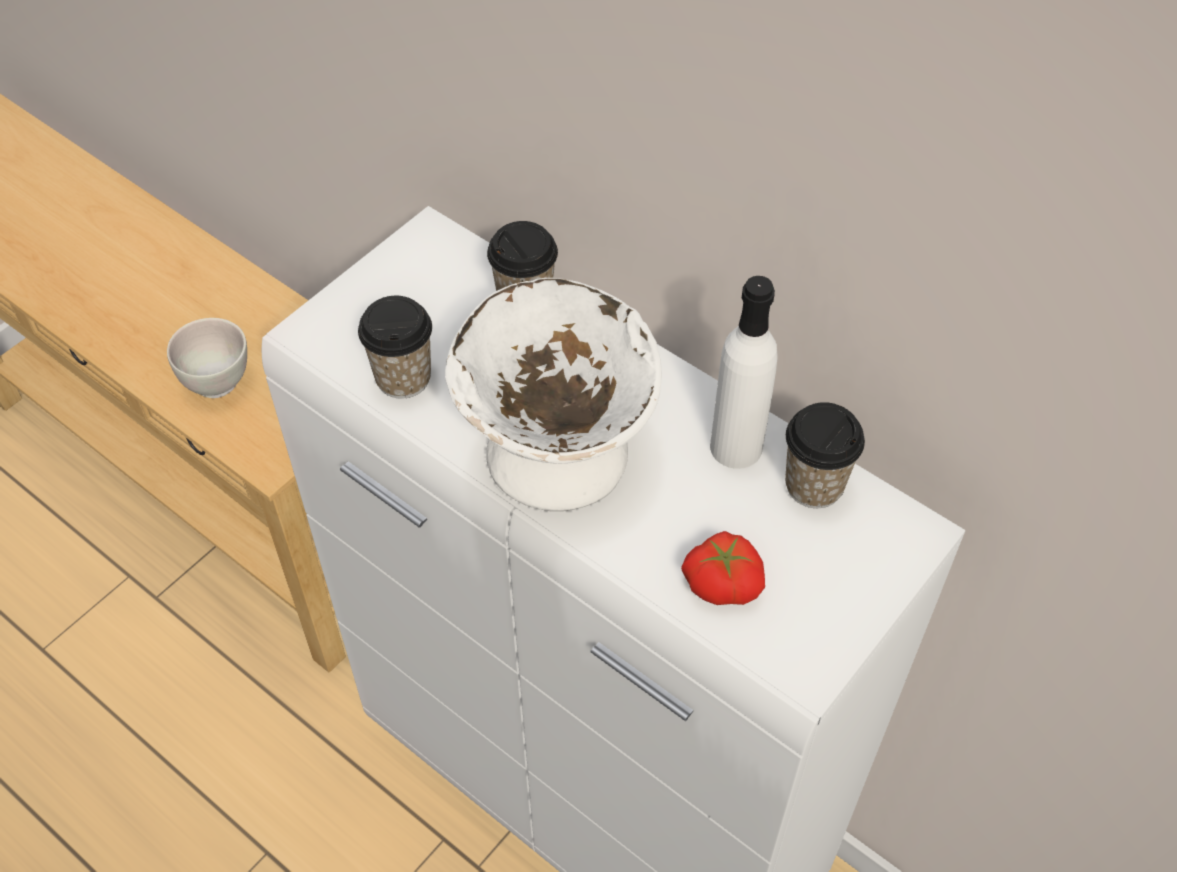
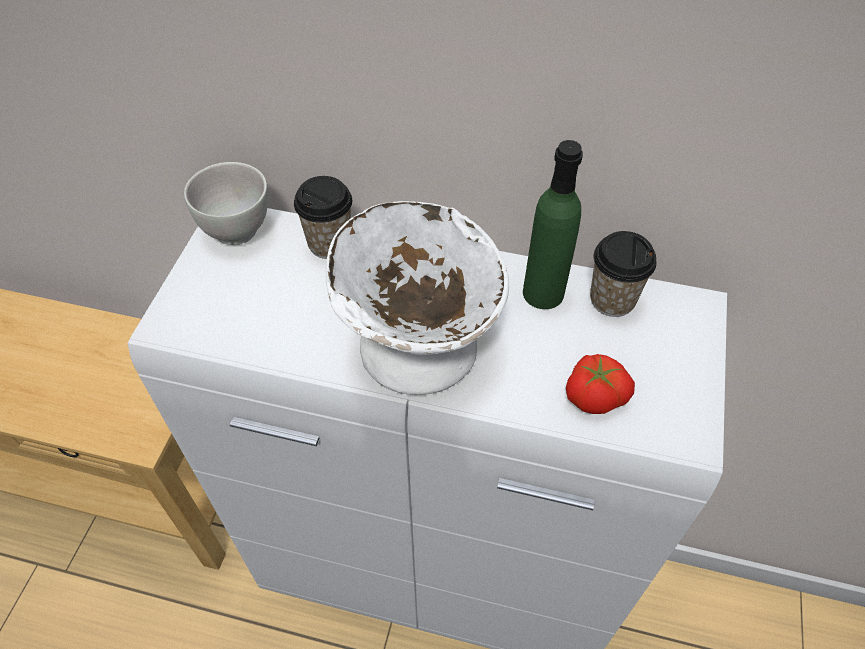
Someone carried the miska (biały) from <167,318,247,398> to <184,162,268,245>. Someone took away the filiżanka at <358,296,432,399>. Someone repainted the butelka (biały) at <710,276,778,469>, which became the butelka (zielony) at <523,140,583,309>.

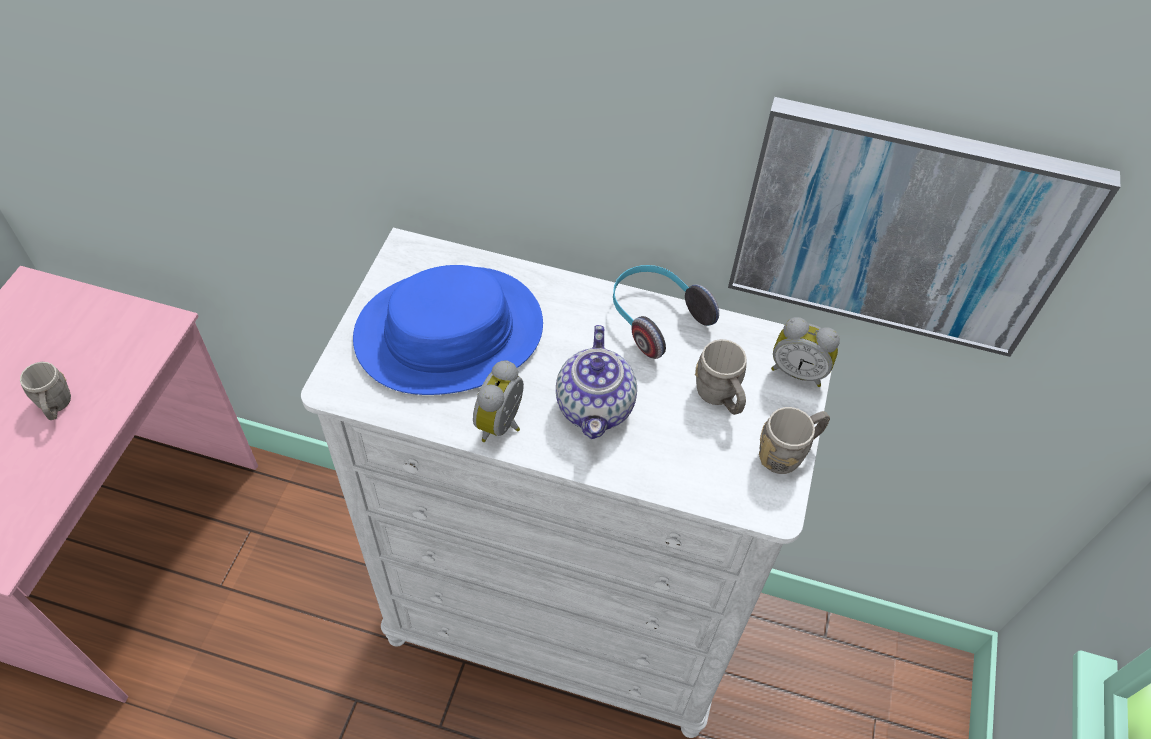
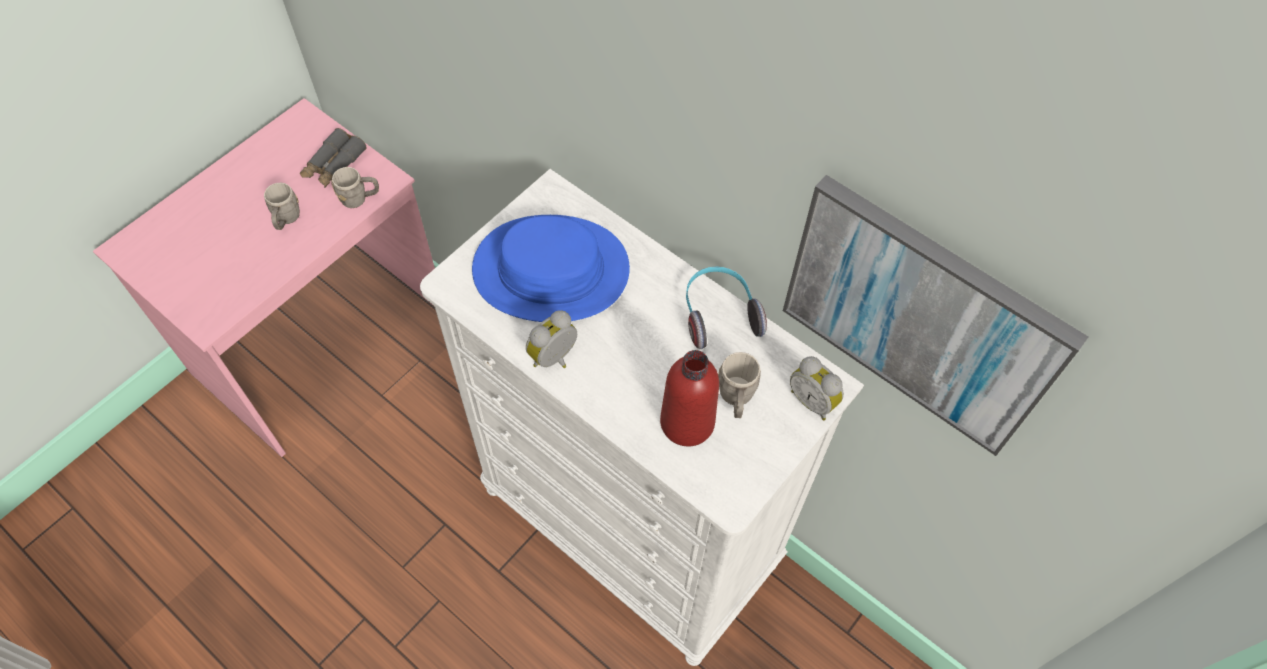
Someone took away the imbryk at <556,325,637,439>. Someone carried the kubek (szary) from <759,407,830,474> to <331,167,379,208>. Someone put down the lornetka (szary) at <300,128,366,188>. Someone put down the butelka (czerwony) at <660,350,719,446>.

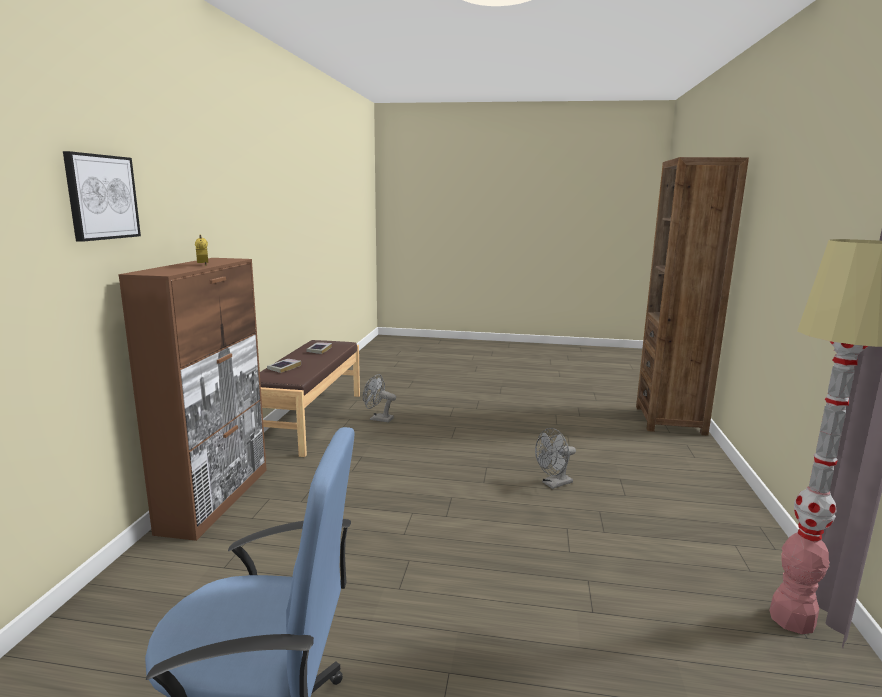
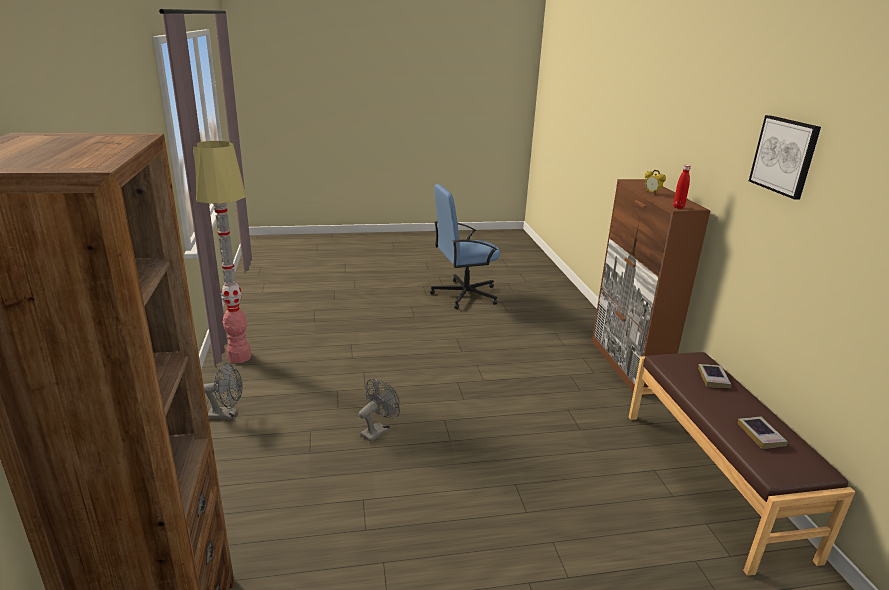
Someone carried the obraz from <63,151,141,242> to <749,115,821,200>. Someone carried the wentylator (szary) from <363,374,396,423> to <203,363,242,420>. Someone put down the butelka (czerwony) at <673,165,691,209>.

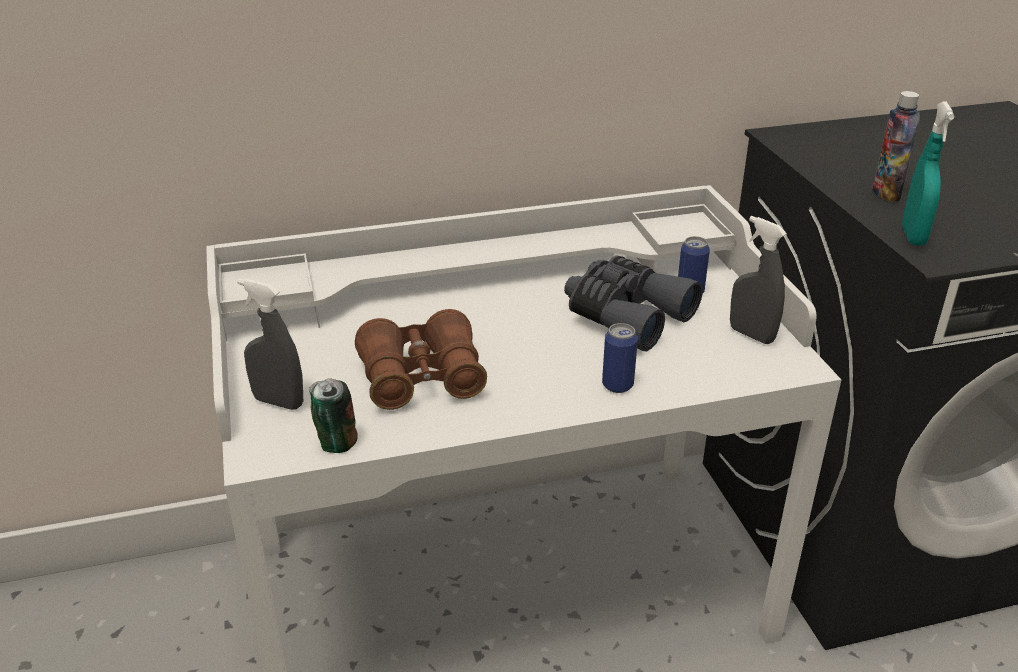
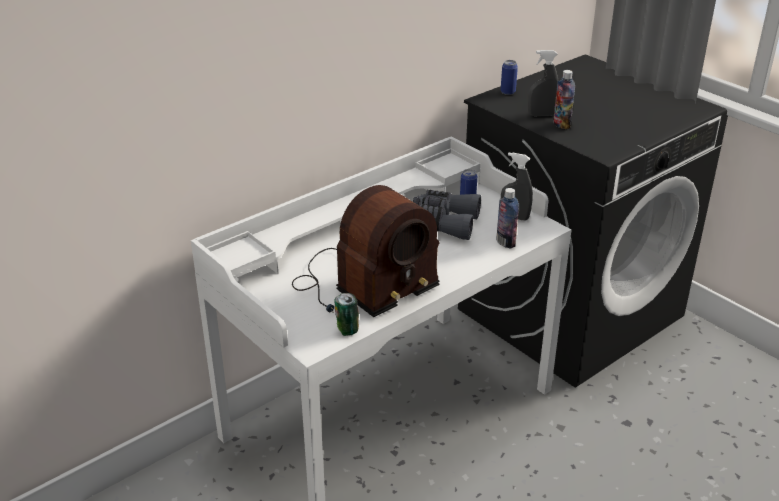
Someone carried the spryskiwacz (szary) from <237,278,303,410> to <528,50,559,116>. Someone swapped the lornetka (brązowy) at <355,309,487,410> for the radio at <292,185,440,317>. Someone carried the puszka from <602,323,638,393> to <501,60,518,95>. Someone took away the spryskiwacz (turkusowy) at <902,101,955,246>. Someone put down the butelka at <496,188,519,249>.

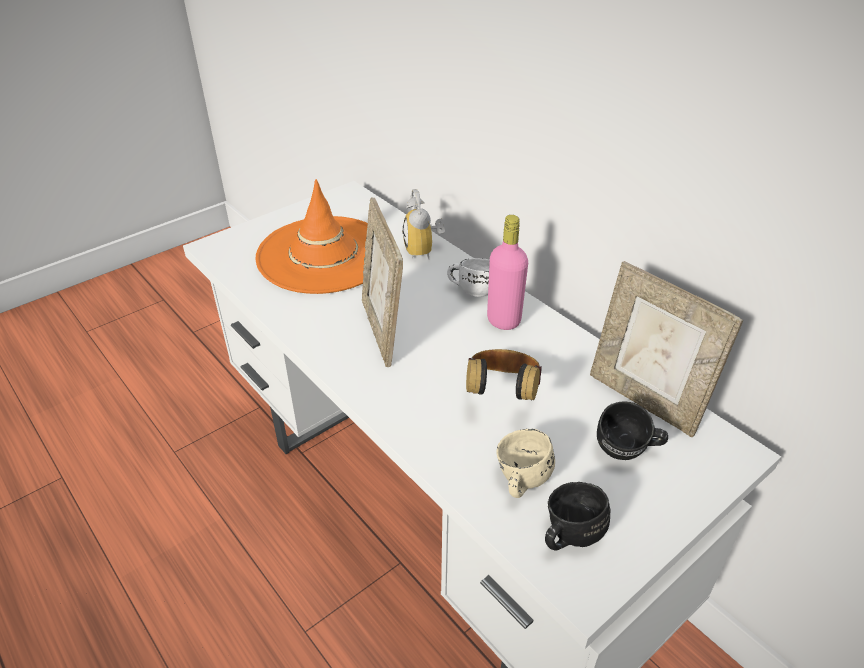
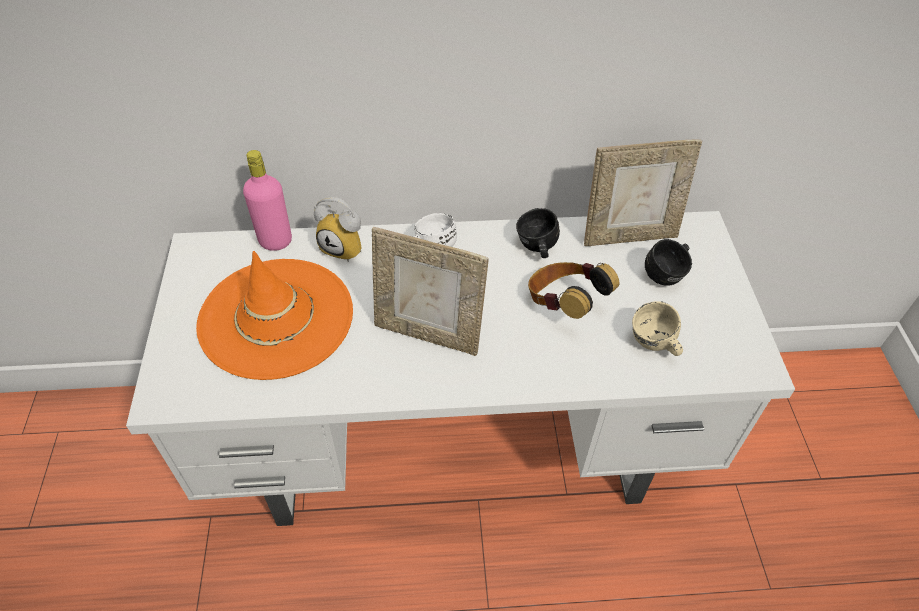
Someone carried the butelka (różowy) from <487,215,528,330> to <243,150,292,251>. Someone carried the kubek (czarny) from <545,482,610,551> to <516,208,560,258>.

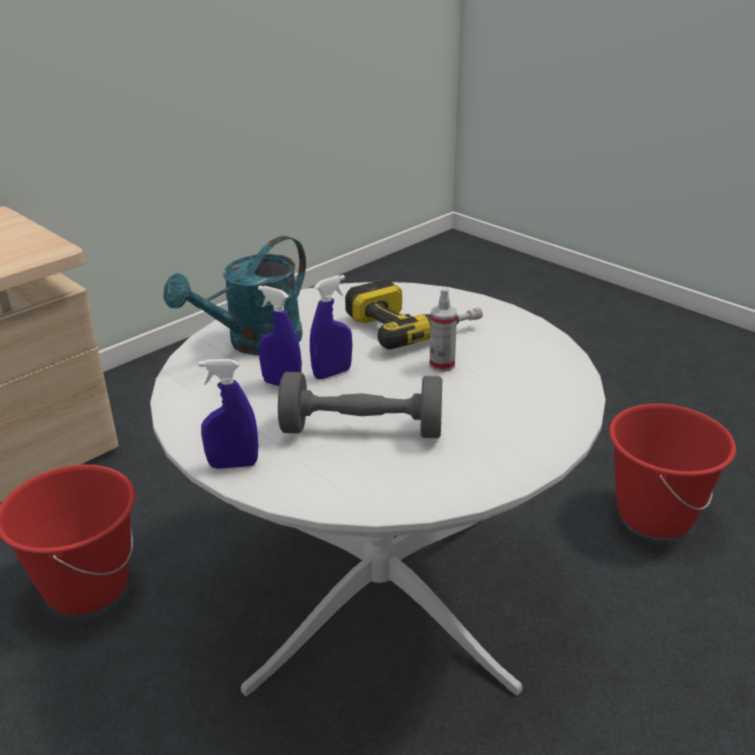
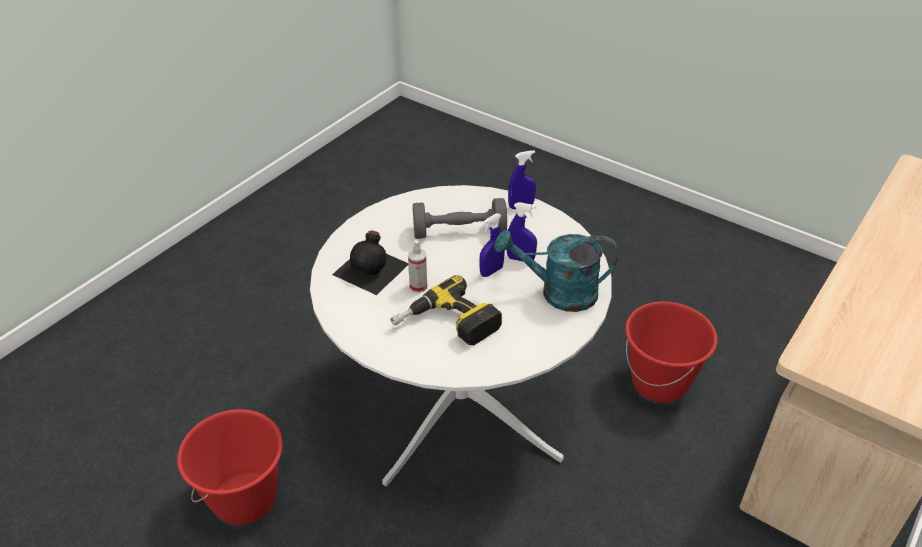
Someone rotated the konewka (turkusowy) at <164,236,306,355> by 120 degrees counterclockwise. Someone put down the butelka (czarny) at <332,230,409,295>.

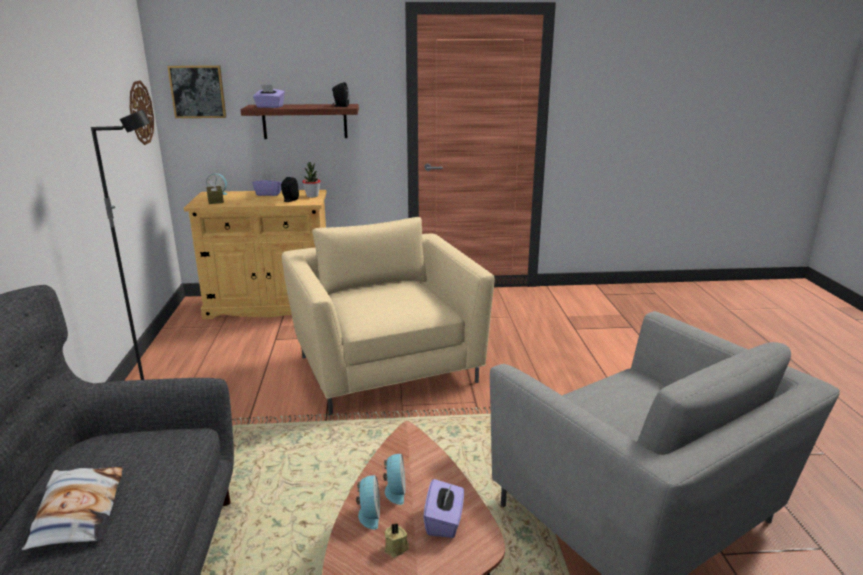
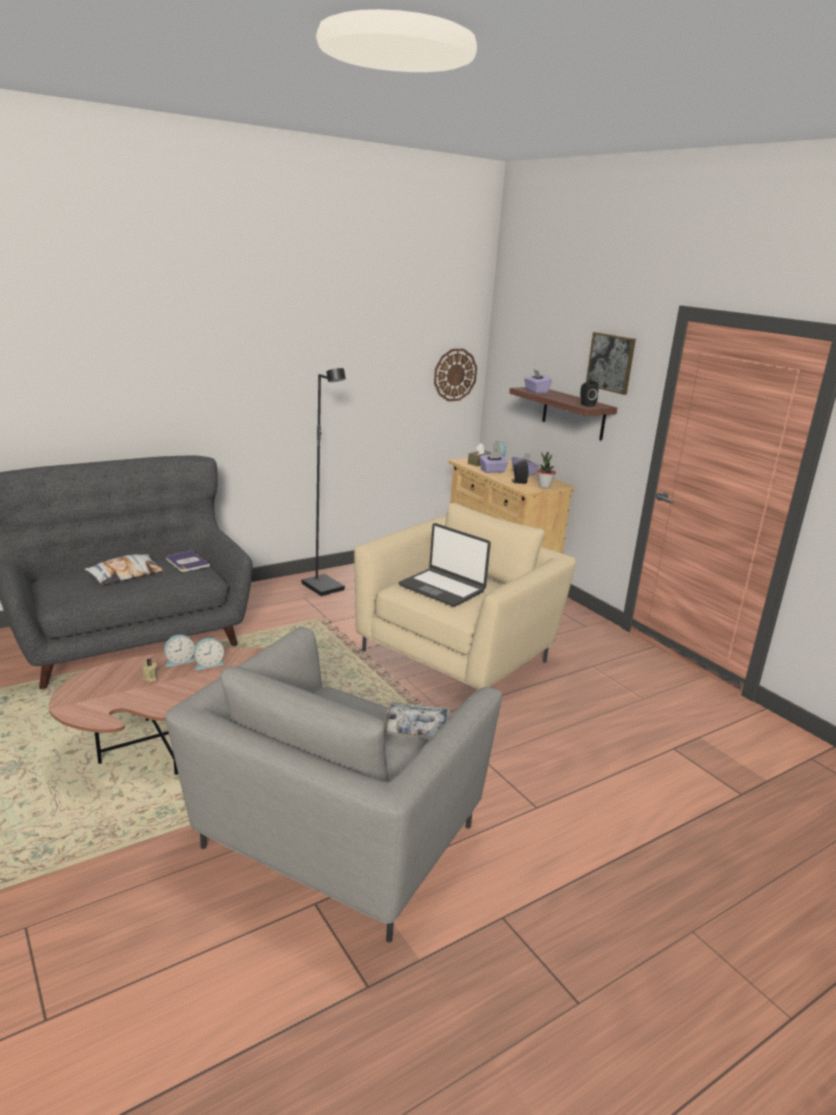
Someone carried the obraz from <167,65,226,118> to <586,332,636,395>. Someone carried the pudełko chusteczek (fioletowy) from <423,479,464,538> to <479,452,508,473>. Someone put down the książka at <166,551,210,572>. Someone put down the taca at <384,702,450,740>. Someone put down the laptop at <399,523,491,606>.

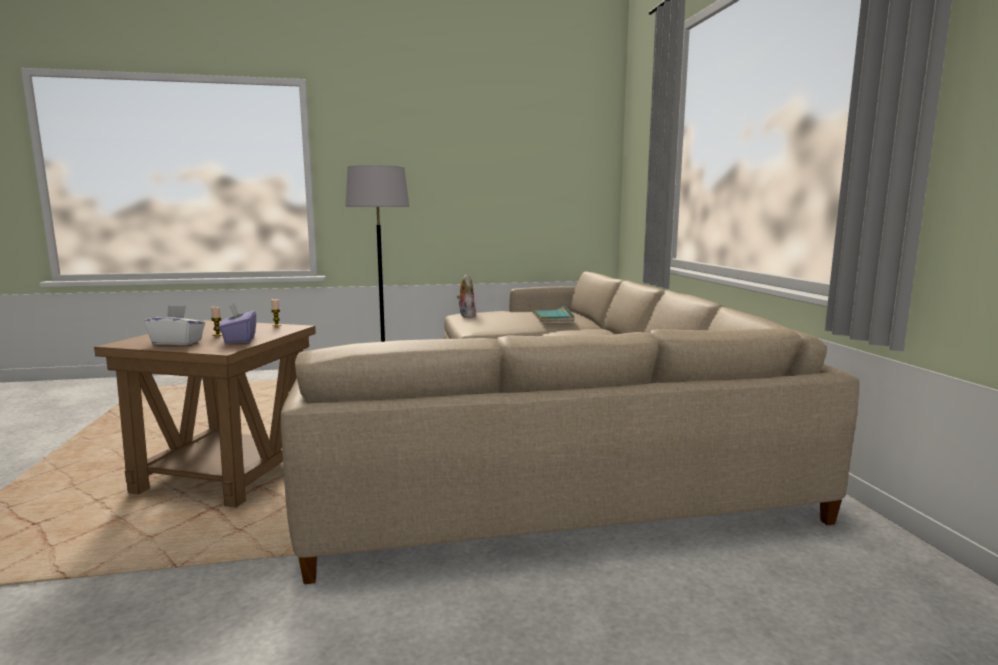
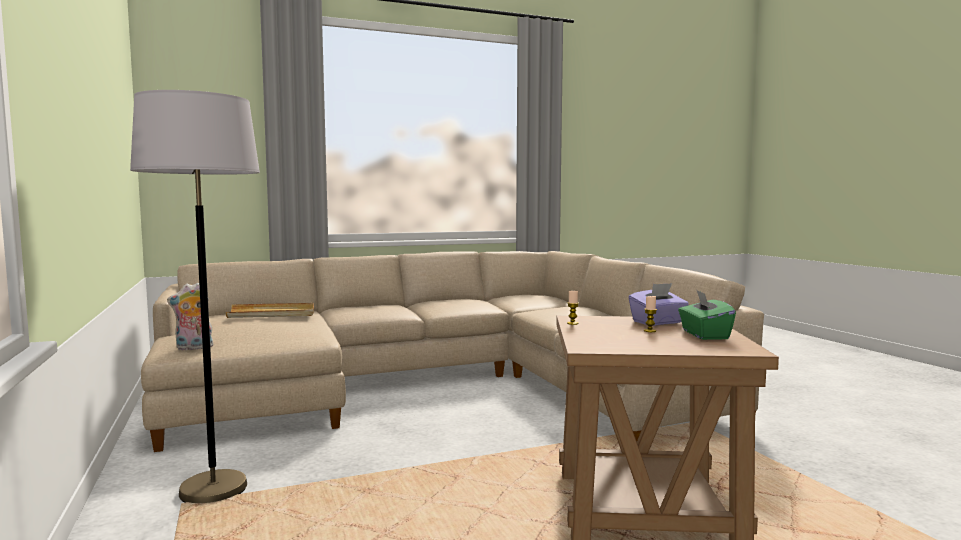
Someone repainted the pudełko chusteczek (biały) at <144,305,205,345>, which became the pudełko chusteczek (zielony) at <678,290,736,340>. Someone repainted the taca (turkusowy) at <529,305,575,322>, which became the taca (beżowy) at <226,303,314,318>.

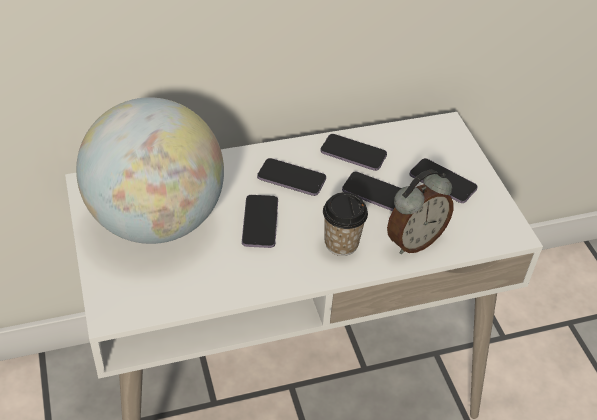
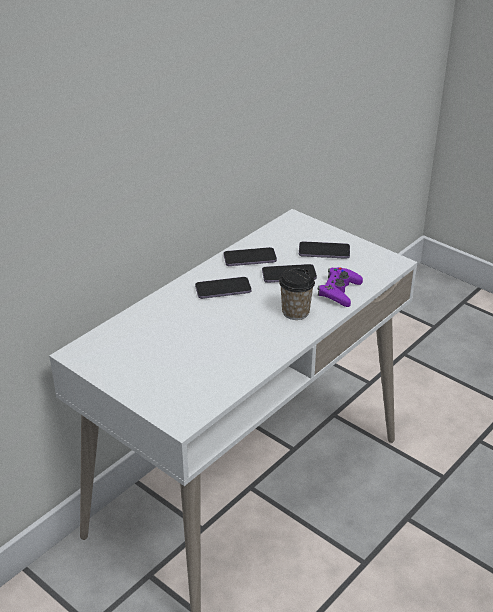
Someone took away the globus at <76,97,224,244>. Someone took away the telefon at <242,195,278,248>. Someone swapped the budzik at <387,170,453,254> for the pad do gier (fioletowy) at <318,267,363,307>.

